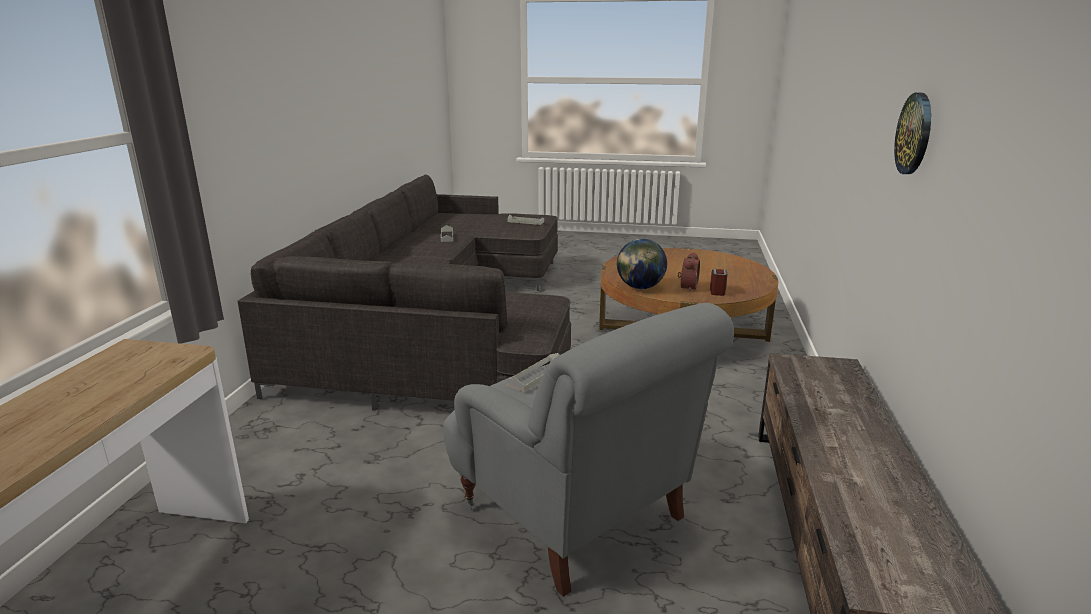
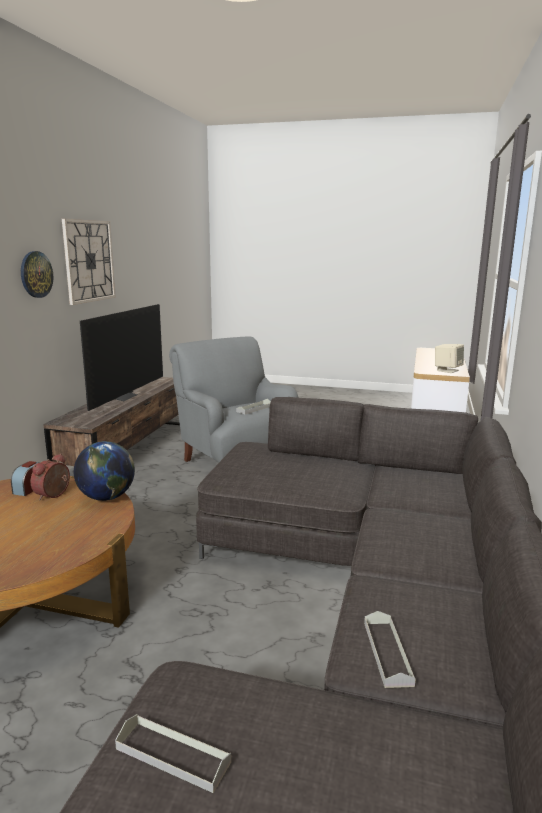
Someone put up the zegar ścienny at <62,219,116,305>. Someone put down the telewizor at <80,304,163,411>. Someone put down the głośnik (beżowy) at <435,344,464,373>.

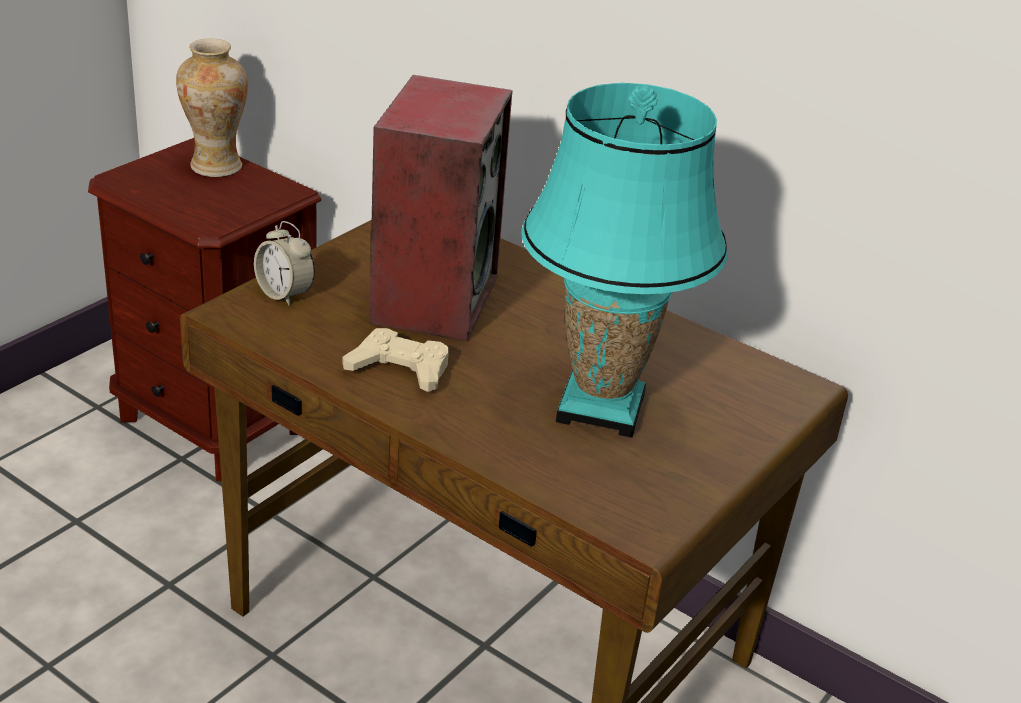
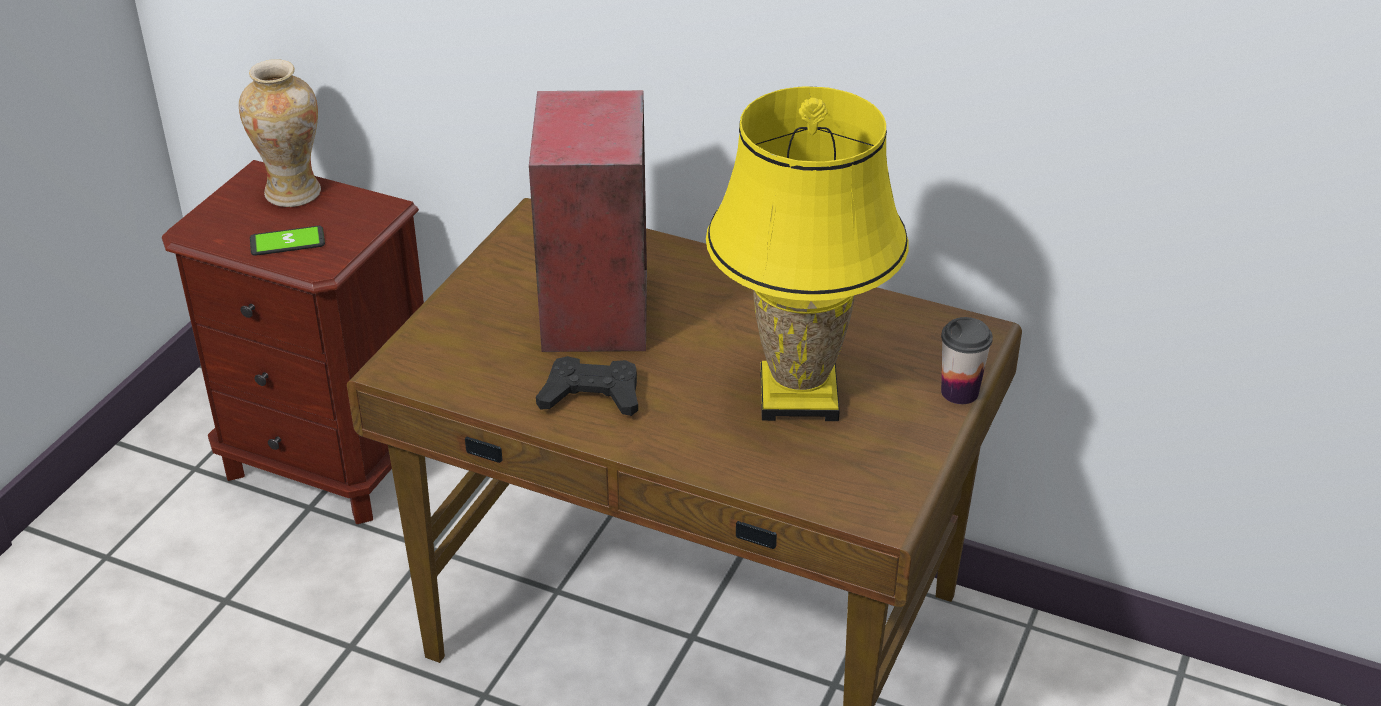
Someone took away the budzik at <254,221,315,306>. Someone repainted the pad do gier (beżowy) at <343,328,449,392>, which became the pad do gier (czarny) at <536,356,638,416>. Someone repainted the lampa stołowa (turkusowy) at <521,83,728,438>, which became the lampa stołowa (żółty) at <706,86,909,421>. Someone put down the telefon at <250,226,325,256>. Someone put down the filiżanka at <941,317,993,404>.

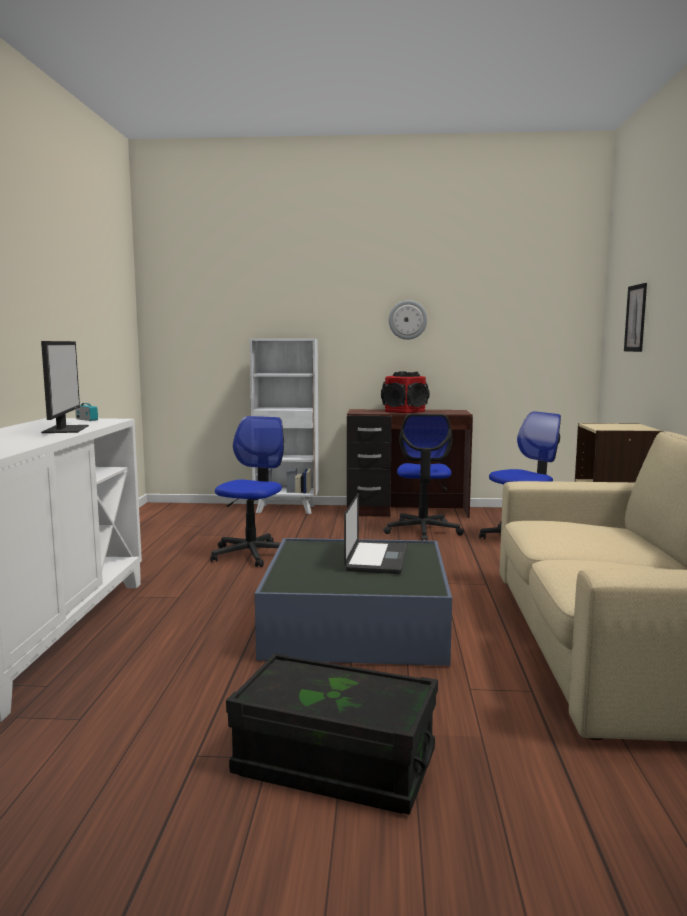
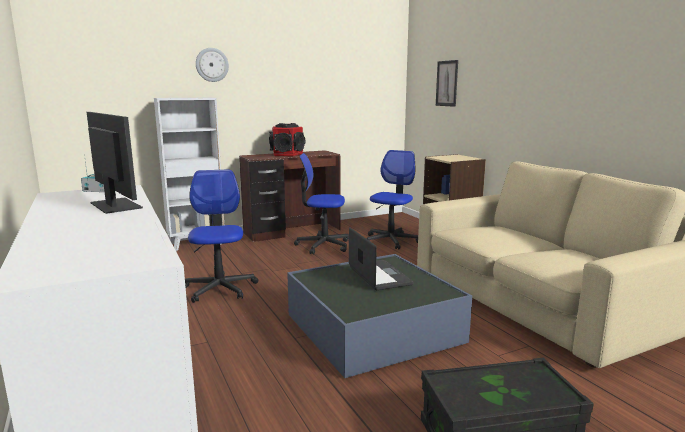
Someone rotated the krzesło biurowe at <383,414,464,541> by 120 degrees clockwise. Someone carried the zegar ścienny from <389,300,427,340> to <196,48,229,82>.

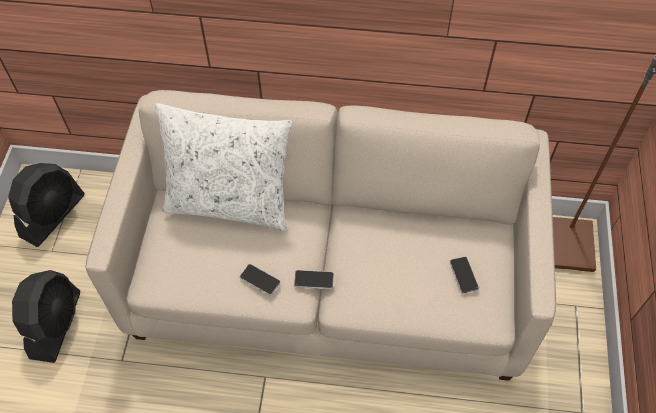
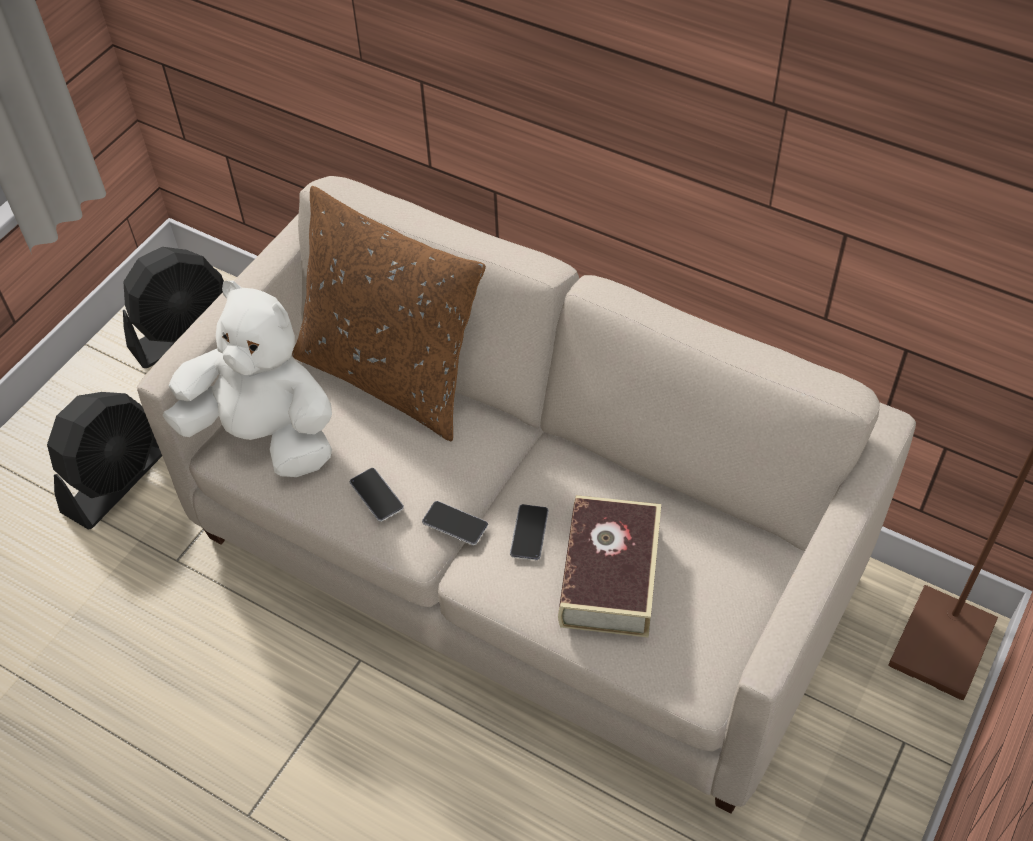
Someone repainted the poduszka (biały) at <155,103,292,231>, which became the poduszka (brązowy) at <292,186,486,441>. Someone carried the telefon from <450,257,479,294> to <510,504,549,560>. Someone put down the pluszak (biały) at <163,281,332,477>. Someone put down the książka at <558,495,661,638>.

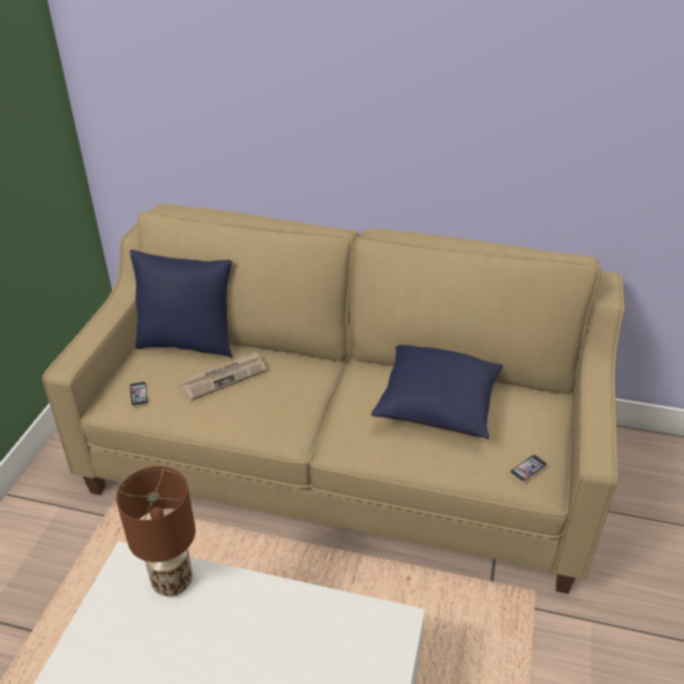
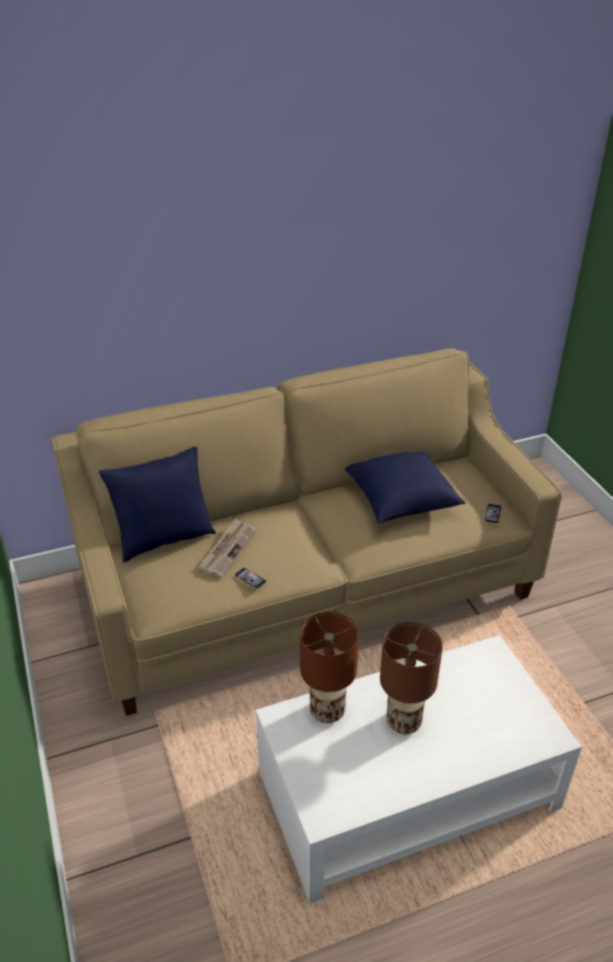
Someone carried the telefon from <129,382,148,406> to <234,568,267,589>. Someone put down the lampa stołowa (brązowy) at <380,622,443,734>.

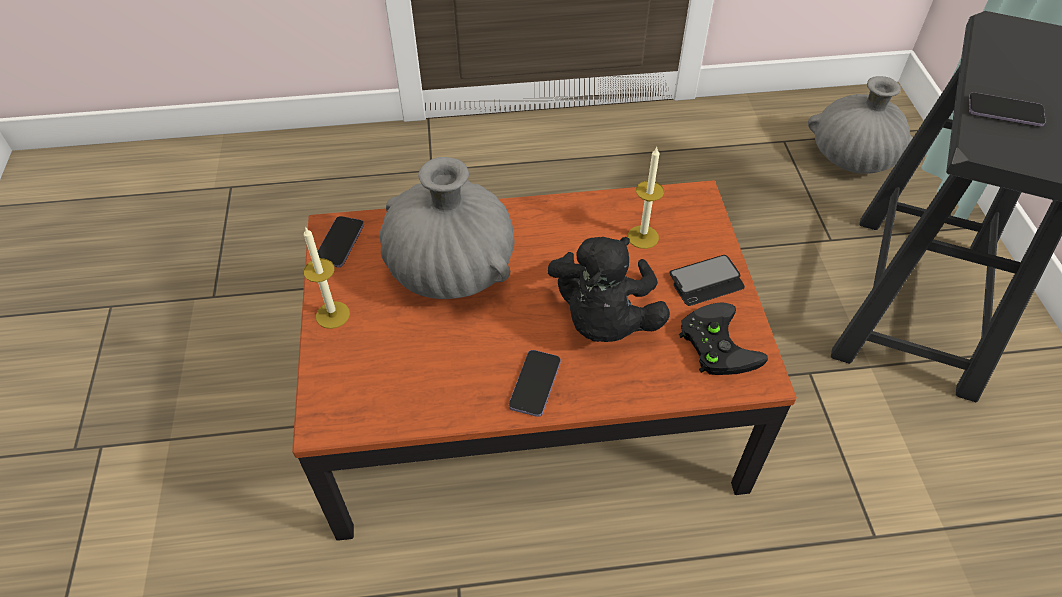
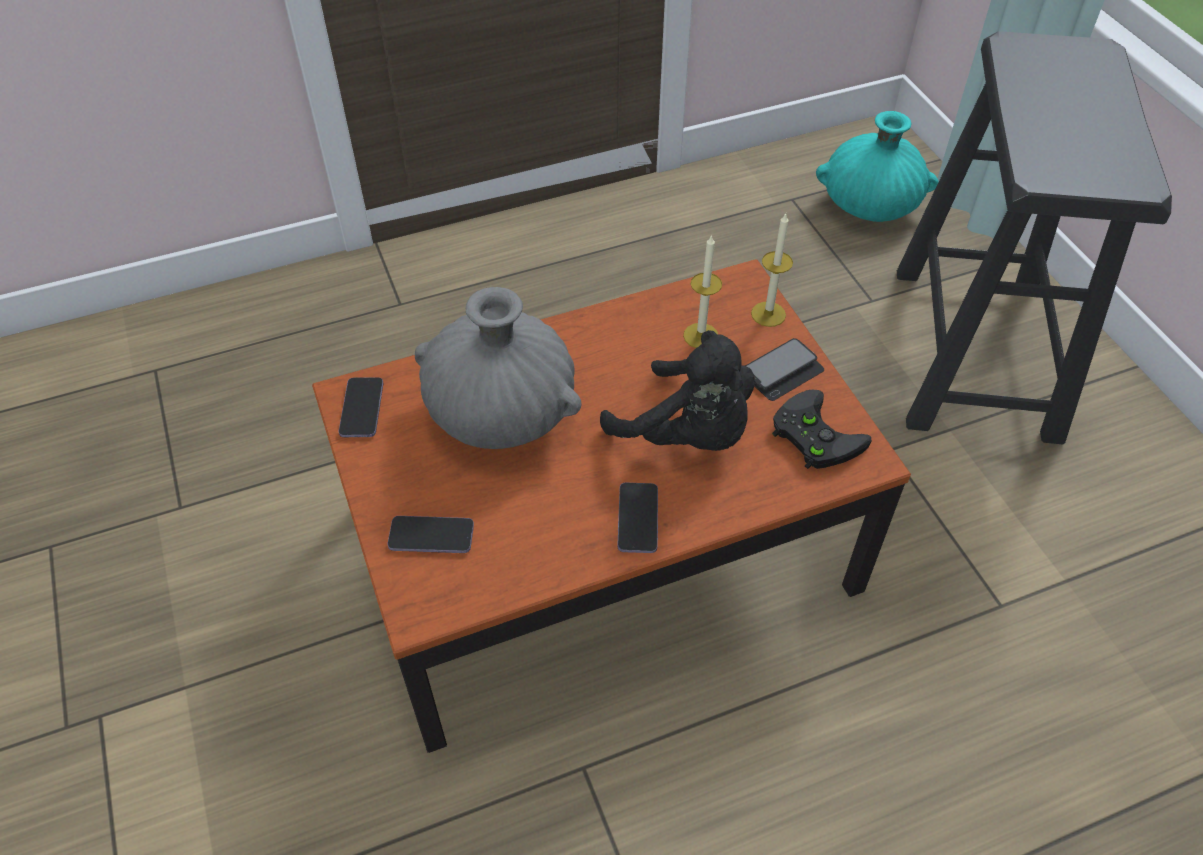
Someone carried the świeca from <303,228,350,329> to <751,213,793,327>. Someone rotated the pluszak (czarny) at <548,237,670,342> by 45 degrees counterclockwise. Someone repainted the wazon (szary) at <808,76,913,174>, which became the wazon (turkusowy) at <816,111,939,222>. Someone carried the telefon from <969,92,1046,127> to <387,516,474,553>.

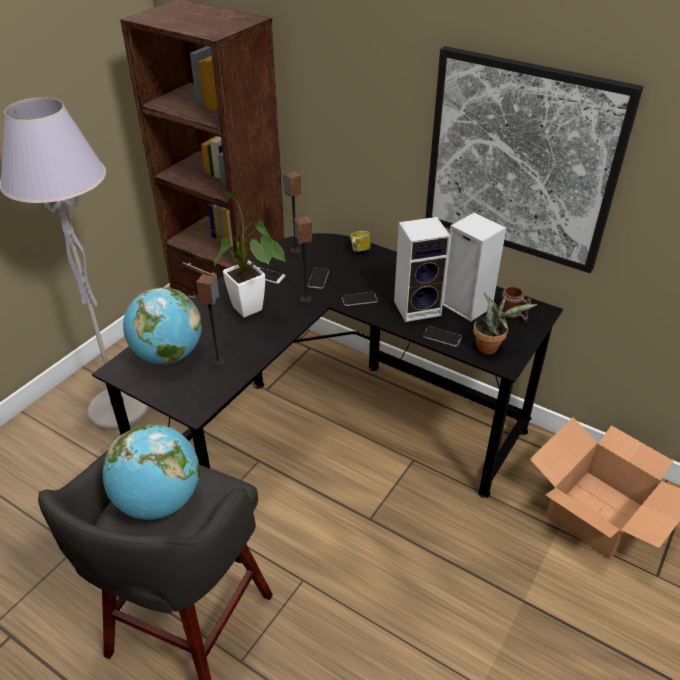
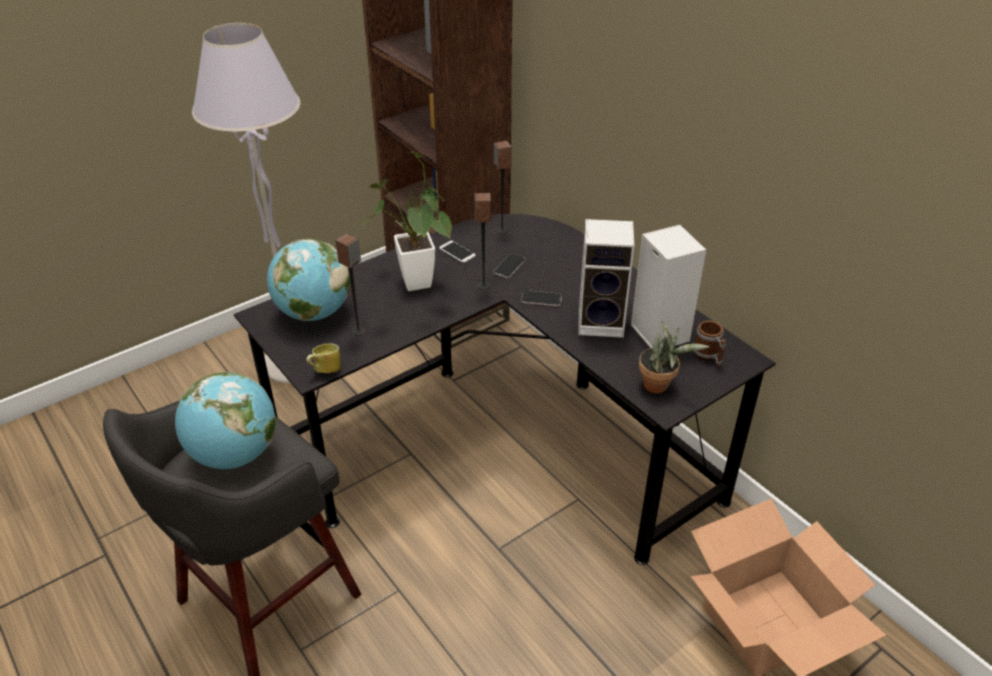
Someone carried the kubek from <350,231,371,252> to <306,343,341,373>. Someone took away the telefon at <423,327,462,346>. Someone took away the obraz at <425,46,643,273>.

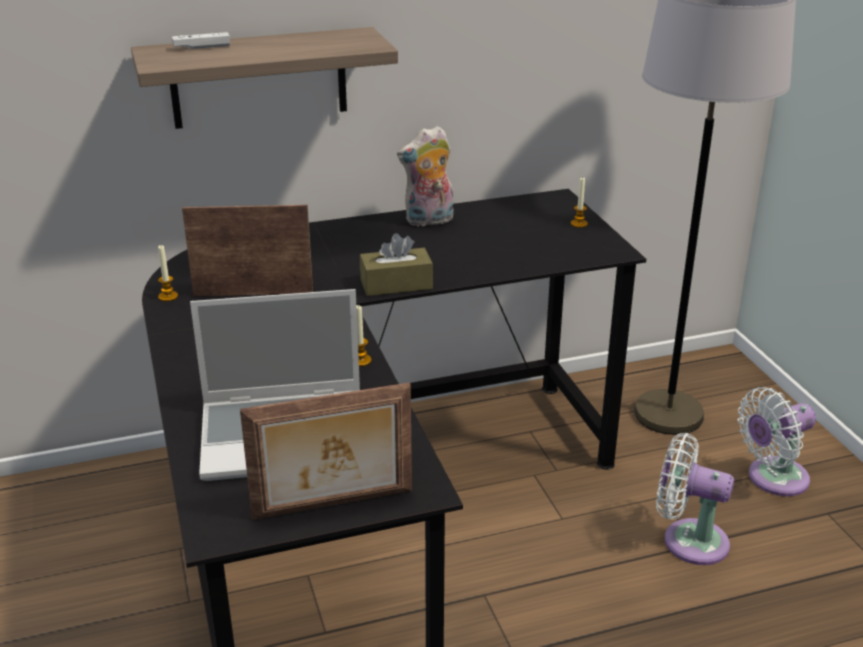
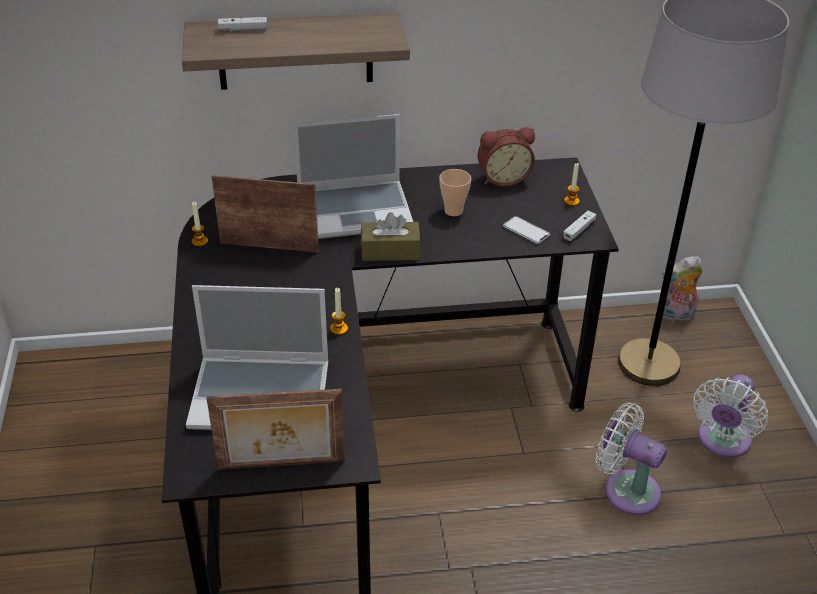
Someone carried the pluszak from <397,126,453,227> to <662,256,703,322>. Someone rotated the wentylator (biały) at <737,387,816,496> by 45 degrees counterclockwise. Someone put down the laptop at <293,114,413,239>. Someone put down the filiżanka at <439,169,471,216>. Someone put down the budzik at <477,127,535,187>. Someone put down the telefon at <503,216,550,244>. Someone put down the pad do gier (biały) at <563,211,597,241>.

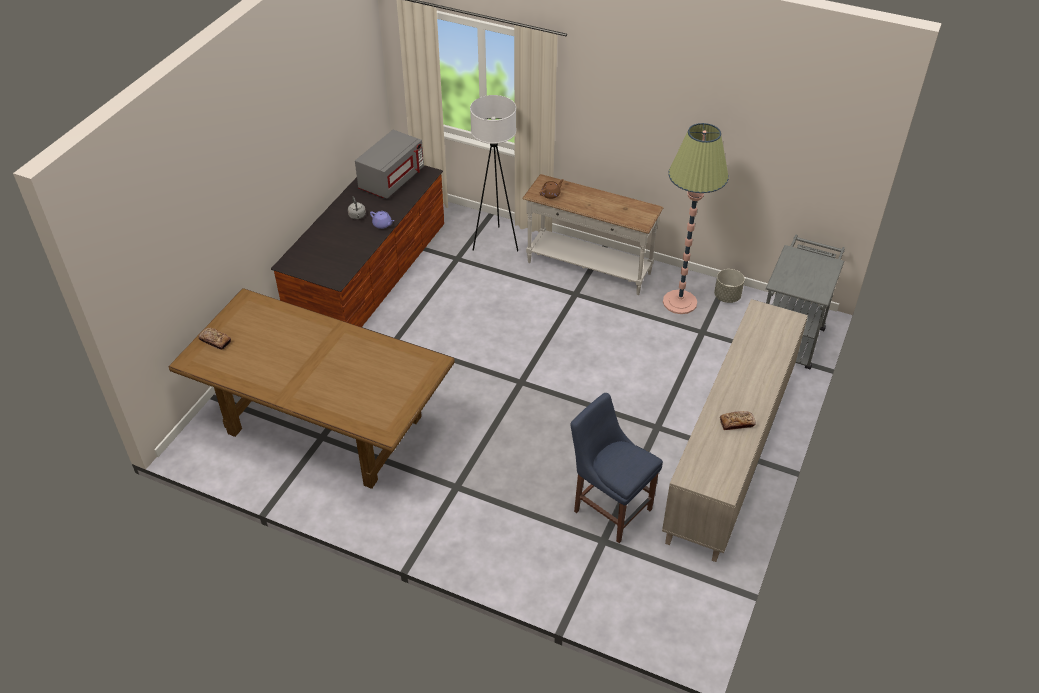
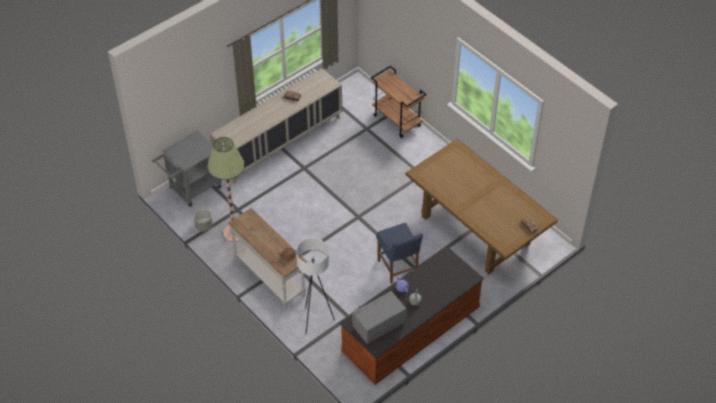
Someone carried the krzesło (niebieski) from <570,393,663,543> to <376,223,423,284>. Someone put down the wózek (brązowy) at <371,66,427,138>.

